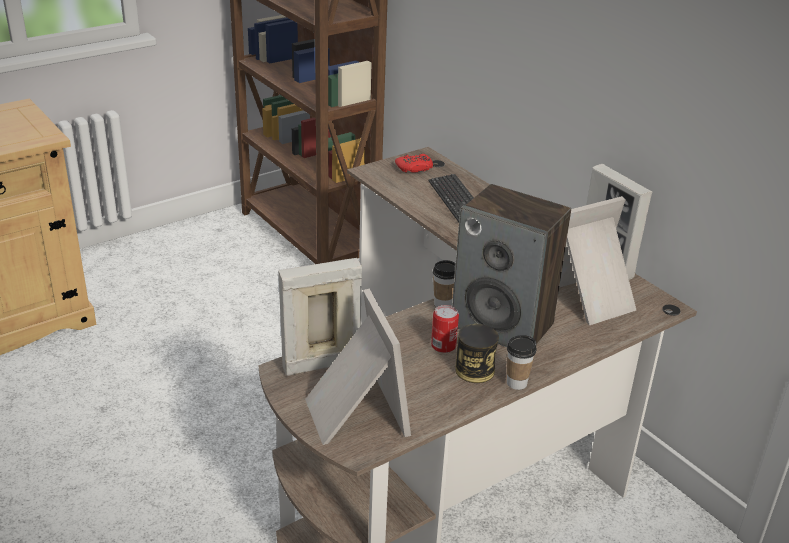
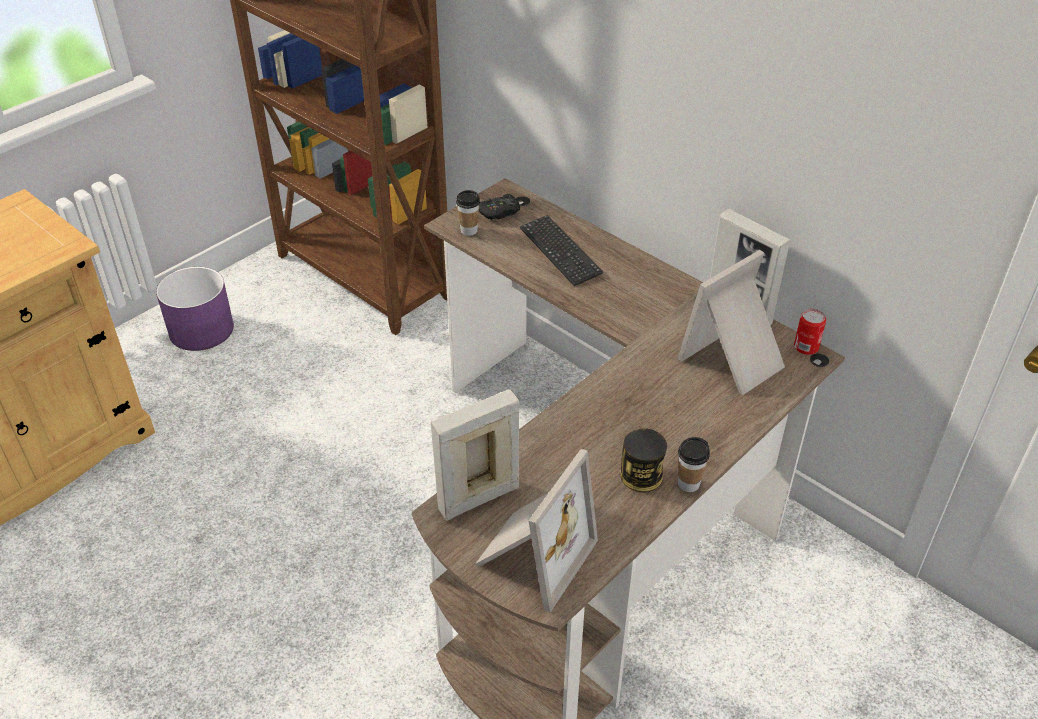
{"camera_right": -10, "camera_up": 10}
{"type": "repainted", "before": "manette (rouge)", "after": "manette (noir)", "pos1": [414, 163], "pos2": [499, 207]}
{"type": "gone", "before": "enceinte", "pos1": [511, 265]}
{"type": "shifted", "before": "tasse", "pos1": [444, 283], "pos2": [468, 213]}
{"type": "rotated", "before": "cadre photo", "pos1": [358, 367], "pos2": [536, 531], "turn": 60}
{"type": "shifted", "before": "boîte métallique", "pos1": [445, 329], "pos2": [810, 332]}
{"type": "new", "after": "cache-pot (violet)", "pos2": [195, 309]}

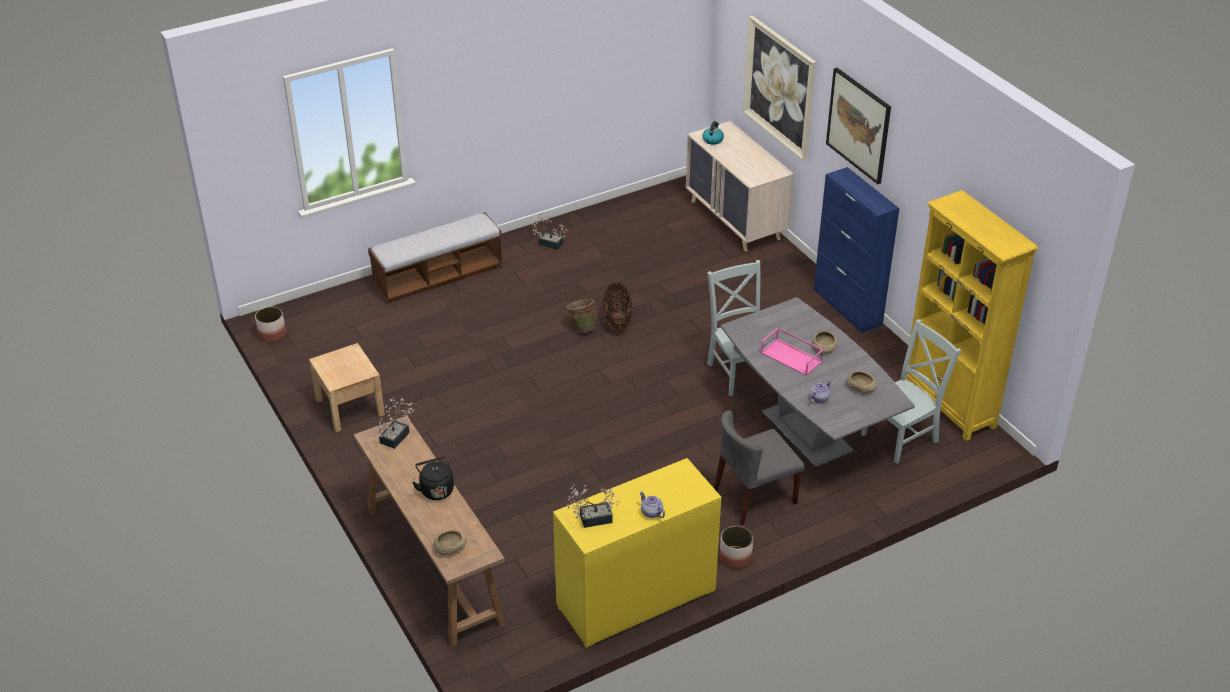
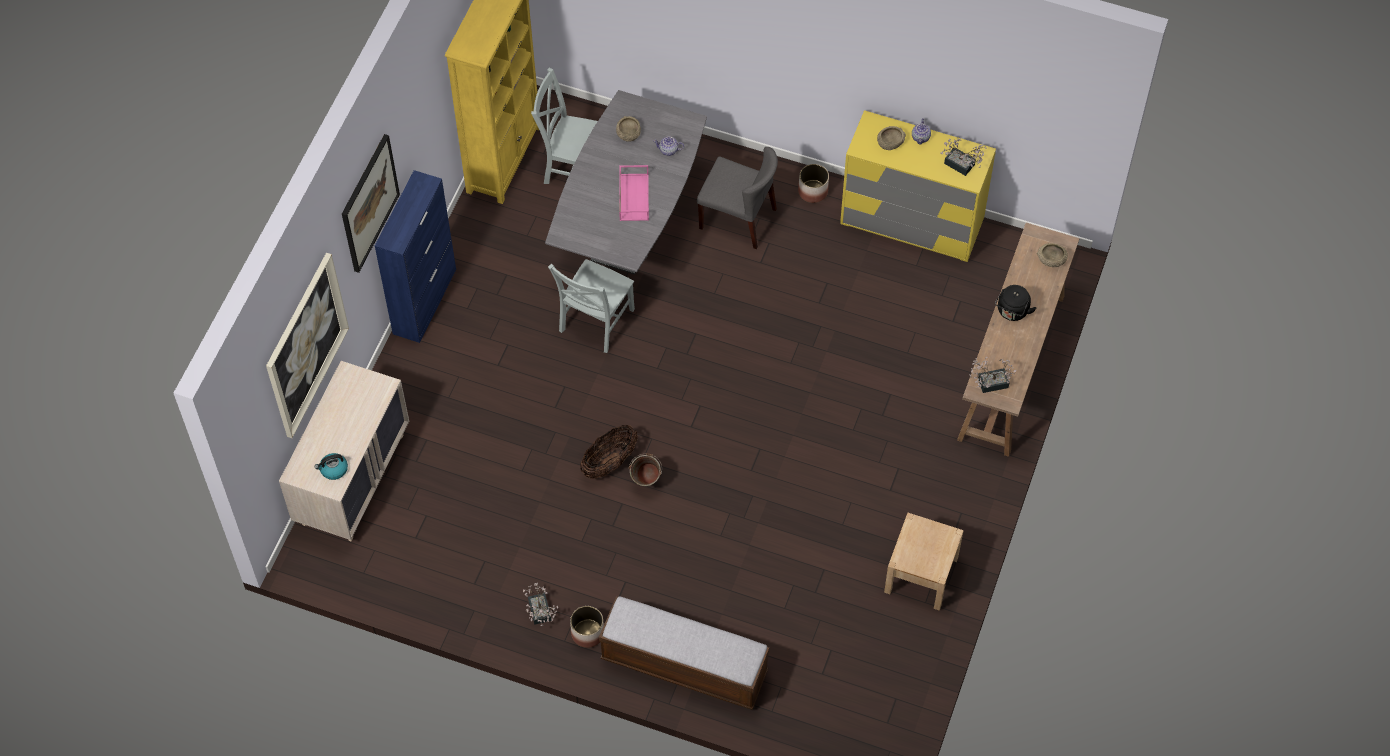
{"camera_right": -130, "camera_up": 20}
{"type": "shifted", "before": "cache-pot", "pos1": [270, 324], "pos2": [587, 627]}
{"type": "shifted", "before": "bol (beige)", "pos1": [825, 342], "pos2": [891, 138]}

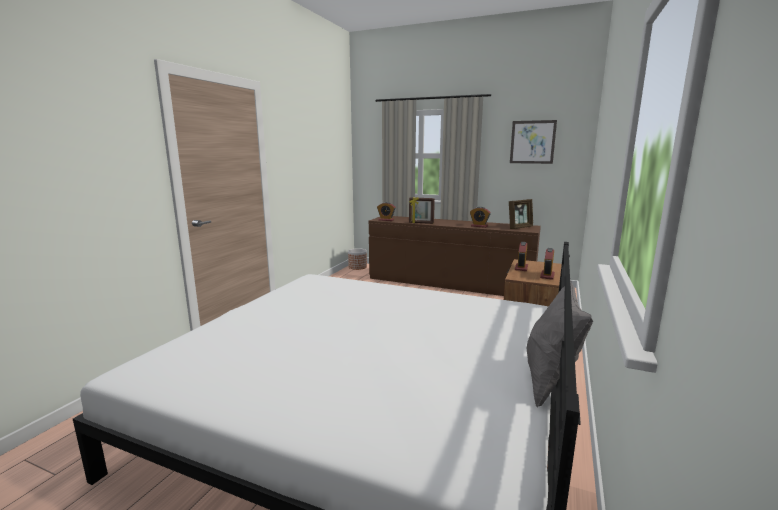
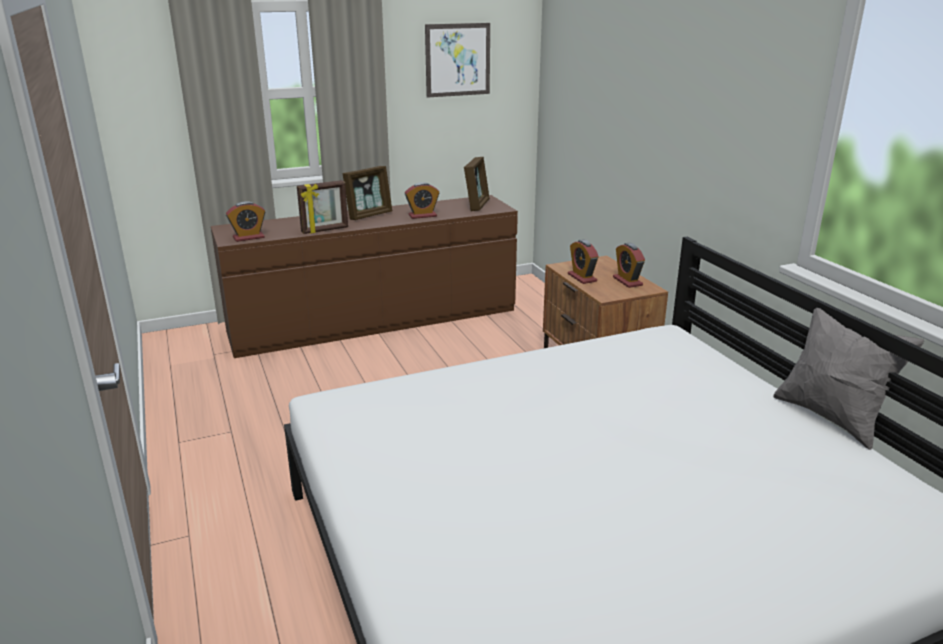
{"camera_right": -45, "camera_up": 10}
{"type": "gone", "before": "cache-pot", "pos1": [357, 259]}
{"type": "new", "after": "cadre photo", "pos2": [367, 193]}

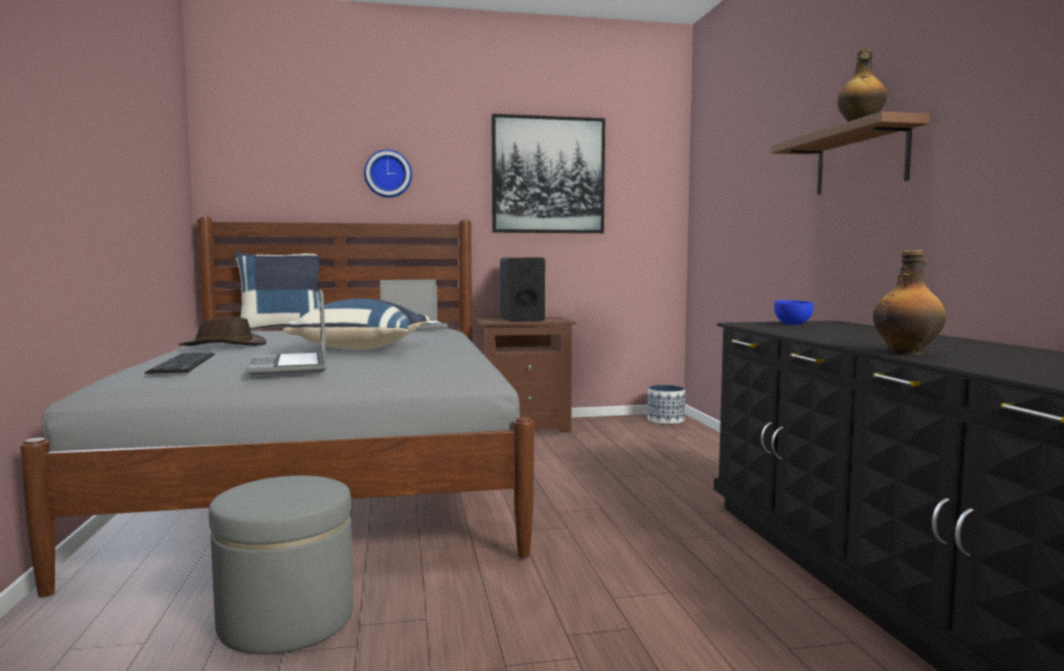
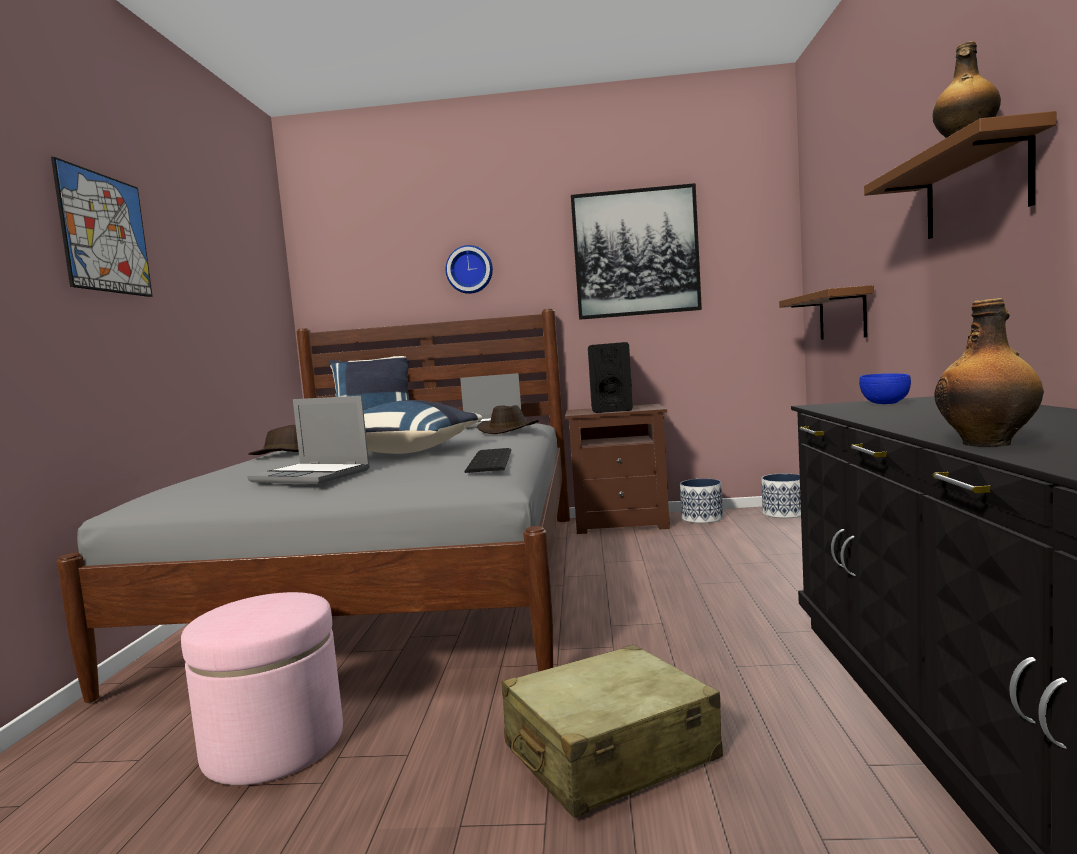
{"camera_right": 15, "camera_up": 0}
{"type": "rotated", "before": "ordinateur portable", "pos1": [287, 332], "pos2": [308, 440], "turn": -60}
{"type": "shifted", "before": "clavier", "pos1": [180, 363], "pos2": [487, 460]}
{"type": "repainted", "before": "pouf (gris)", "after": "pouf (rose)", "pos1": [281, 564], "pos2": [262, 688]}
{"type": "new", "after": "tableau", "pos2": [102, 227]}
{"type": "new", "after": "étagère (marron)", "pos2": [826, 312]}
{"type": "new", "after": "chapeau (marron)", "pos2": [508, 419]}
{"type": "new", "after": "cache-pot", "pos2": [701, 501]}
{"type": "new", "after": "valise (beige)", "pos2": [612, 731]}

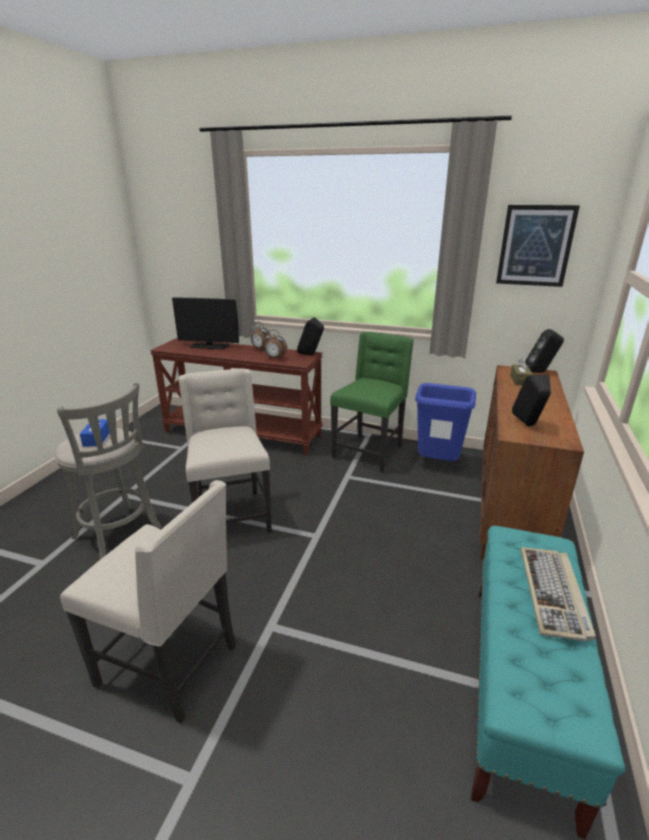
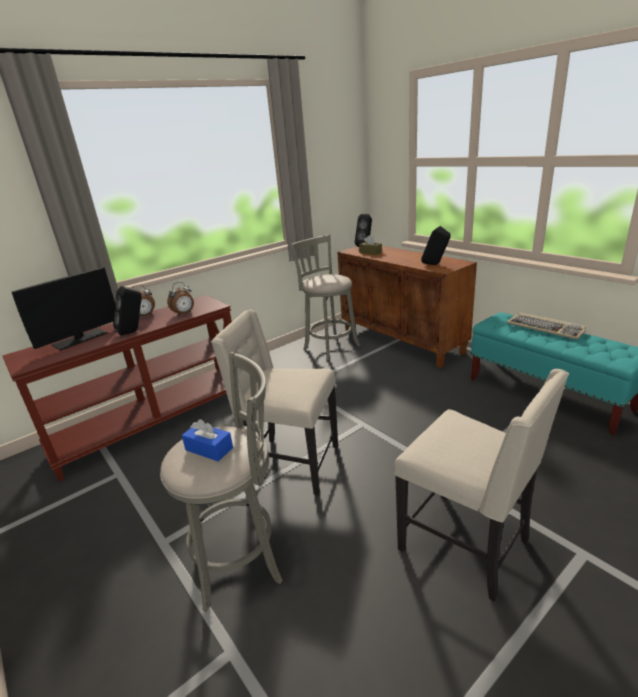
{"camera_right": -55, "camera_up": 0}
{"type": "gone", "before": "tableau", "pos1": [538, 246]}
{"type": "shifted", "before": "enceinte (noir)", "pos1": [310, 336], "pos2": [127, 310]}
{"type": "gone", "before": "chaise (vert)", "pos1": [372, 402]}
{"type": "swapped", "before": "poubelle (bleu)", "after": "tabouret (gris)", "pos1": [445, 422], "pos2": [325, 297]}
{"type": "rotated", "before": "chaise (beige)", "pos1": [148, 602], "pos2": [481, 485], "turn": 75}

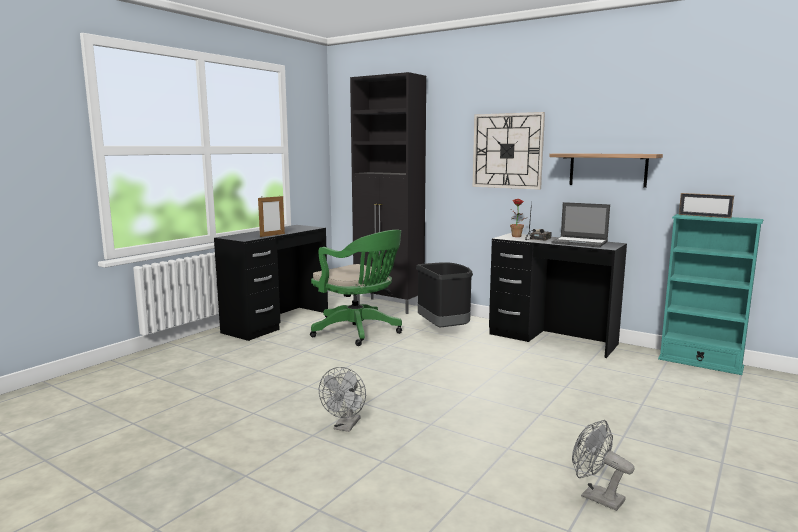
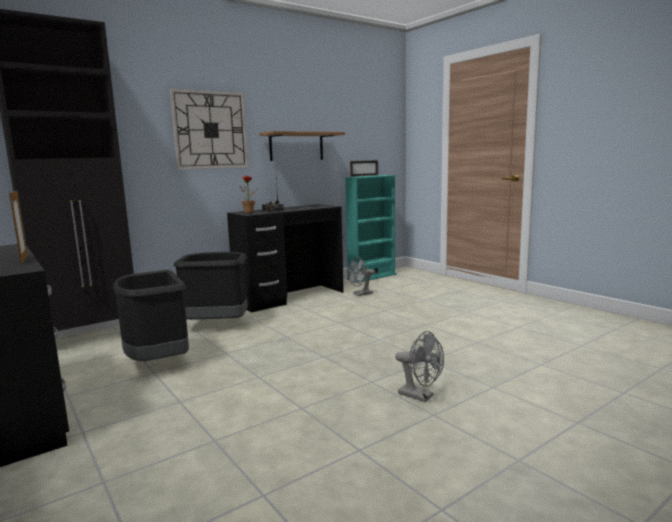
{"camera_right": -70, "camera_up": 0}
{"type": "gone", "before": "ordinateur portable", "pos1": [580, 225]}
{"type": "swapped", "before": "chaise de bureau (vert)", "after": "poubelle (noir)", "pos1": [356, 288], "pos2": [151, 315]}
{"type": "shifted", "before": "ventilateur (gris)", "pos1": [603, 465], "pos2": [360, 276]}

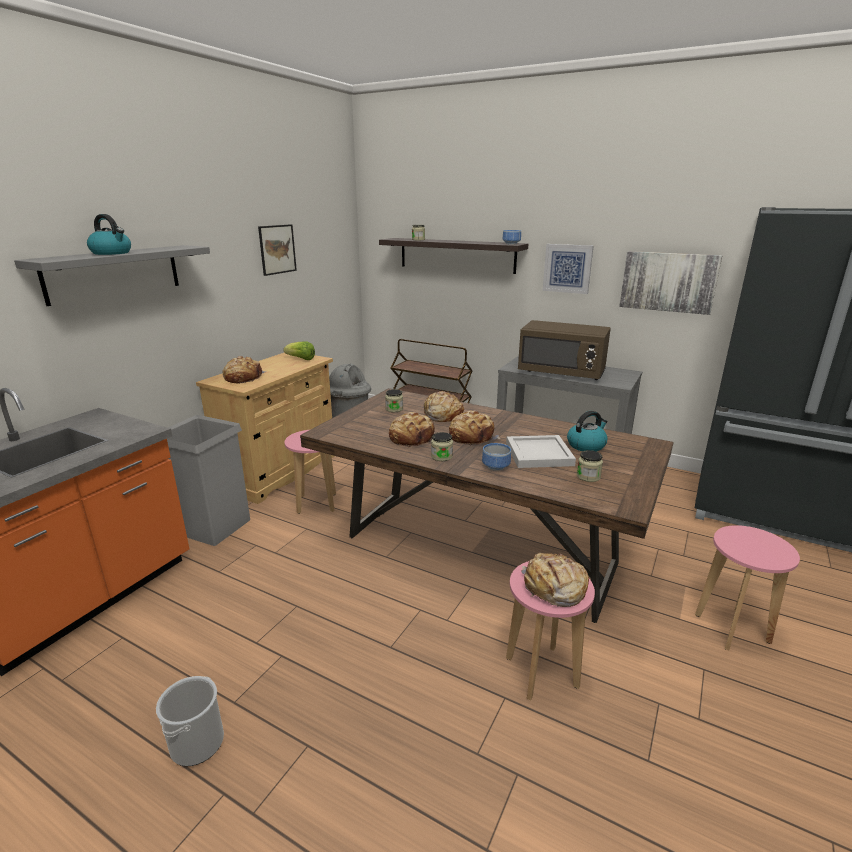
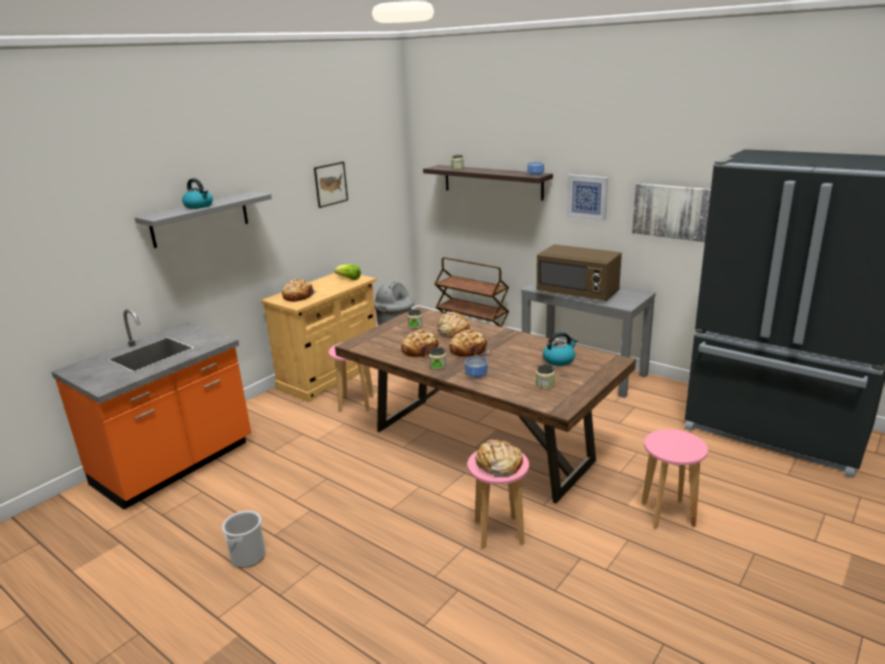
{"camera_right": 10, "camera_up": 0}
{"type": "gone", "before": "poubelle (gris)", "pos1": [208, 480]}
{"type": "gone", "before": "plateau (blanc)", "pos1": [541, 451]}

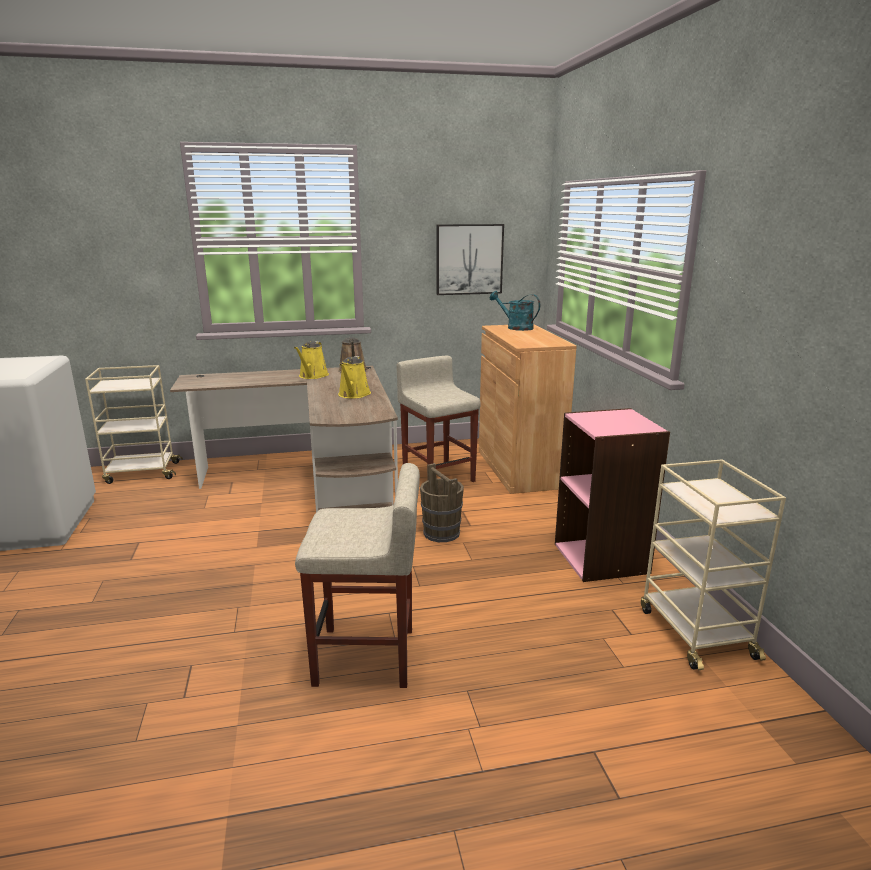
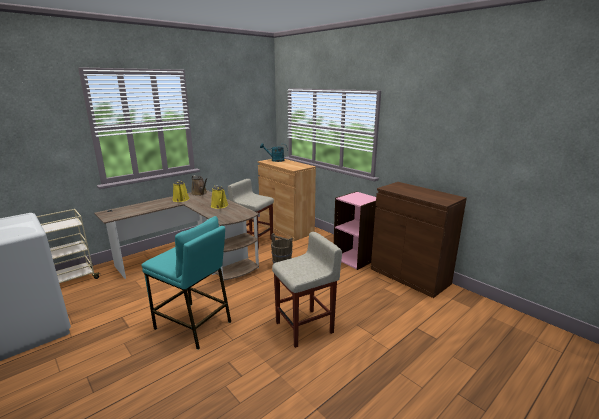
{"camera_right": -30, "camera_up": 0}
{"type": "gone", "before": "tableau", "pos1": [470, 259]}
{"type": "swapped", "before": "chariot (beige)", "after": "meuble de rangement (marron)", "pos1": [713, 564], "pos2": [419, 240]}
{"type": "new", "after": "tabouret (turquoise)", "pos2": [186, 283]}

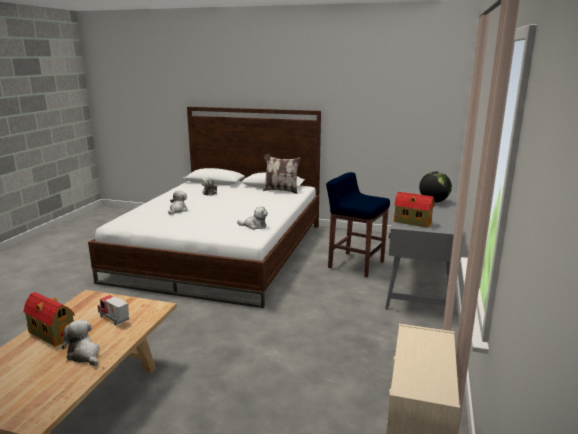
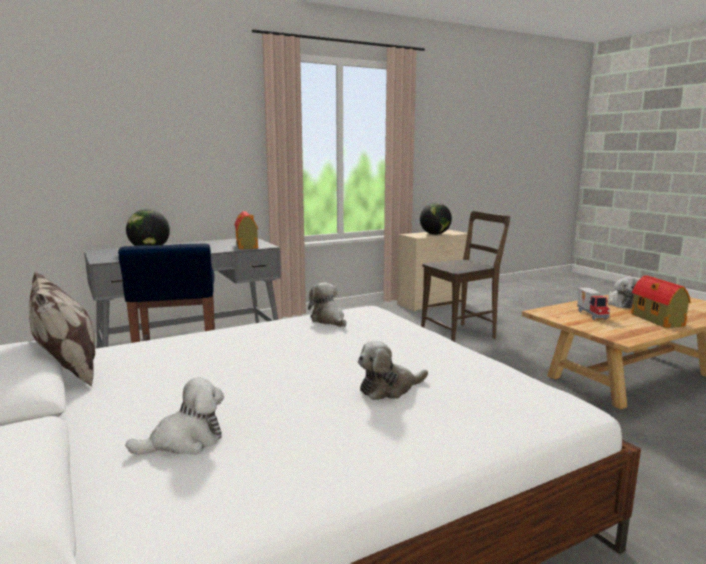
{"camera_right": -135, "camera_up": -5}
{"type": "new", "after": "globe", "pos2": [436, 219]}
{"type": "new", "after": "chaise (marron)", "pos2": [465, 276]}

